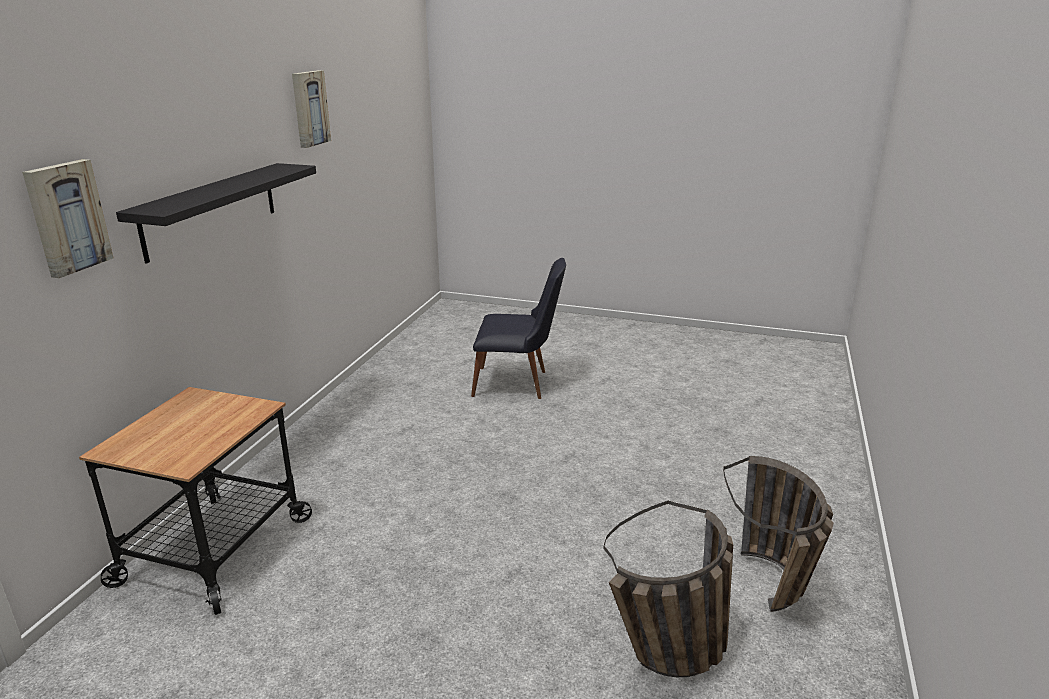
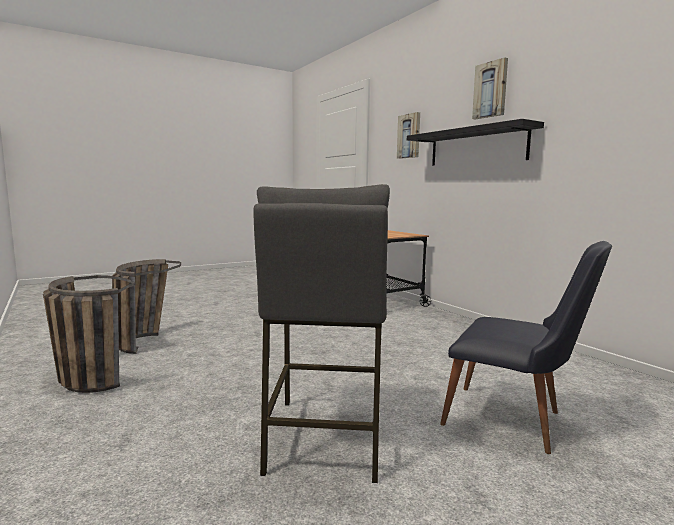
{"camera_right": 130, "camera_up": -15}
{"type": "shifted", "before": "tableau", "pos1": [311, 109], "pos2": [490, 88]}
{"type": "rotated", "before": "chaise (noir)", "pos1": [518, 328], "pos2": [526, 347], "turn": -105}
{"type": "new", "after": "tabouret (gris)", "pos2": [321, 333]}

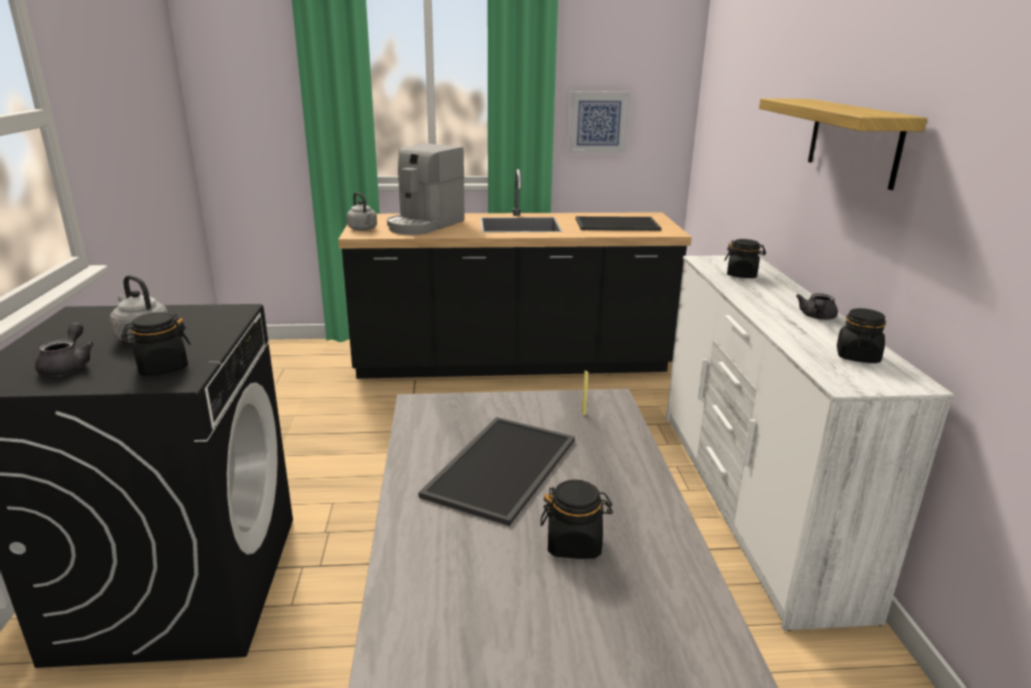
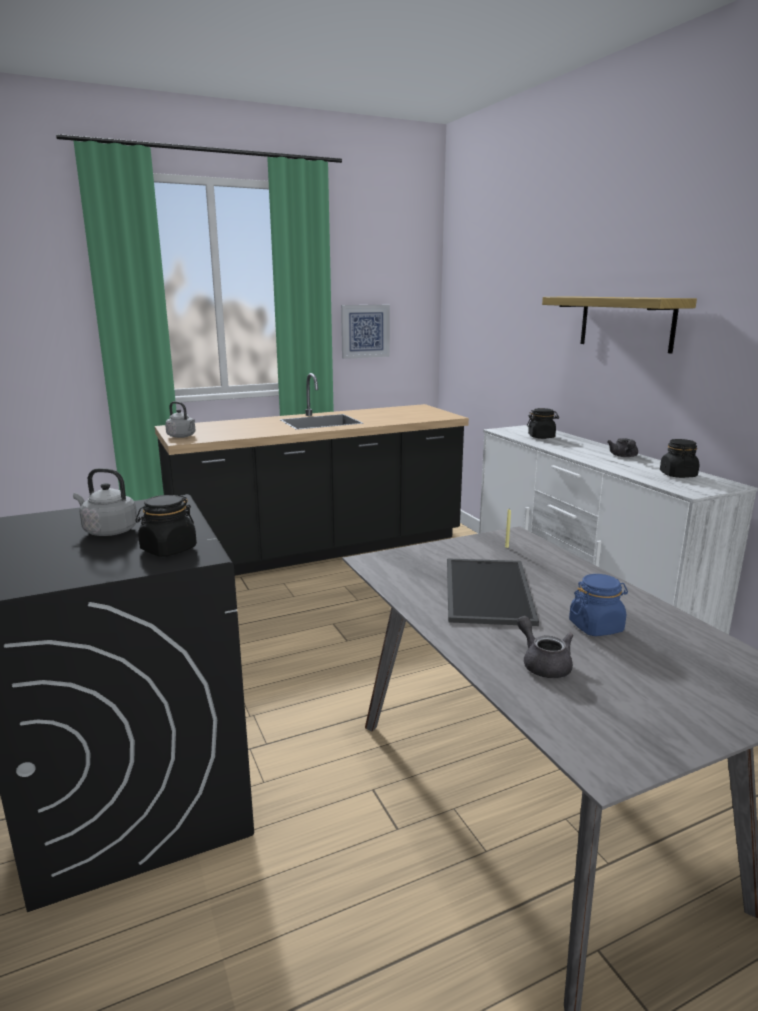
{"camera_right": -20, "camera_up": -5}
{"type": "gone", "before": "machine à café", "pos1": [426, 189]}
{"type": "gone", "before": "plateau", "pos1": [618, 223]}
{"type": "shifted", "before": "théière (gris)", "pos1": [64, 349], "pos2": [545, 647]}
{"type": "repainted", "before": "bocal (noir)", "after": "bocal (bleu)", "pos1": [576, 519], "pos2": [598, 605]}

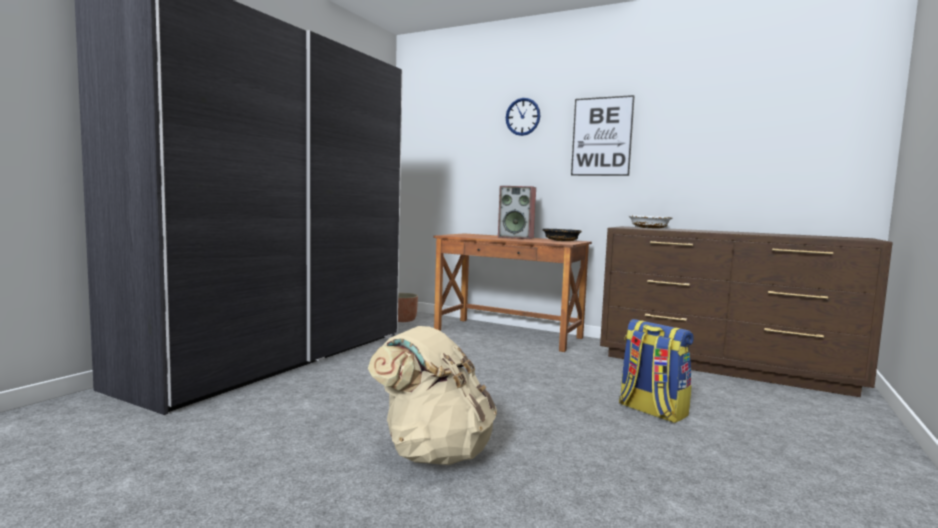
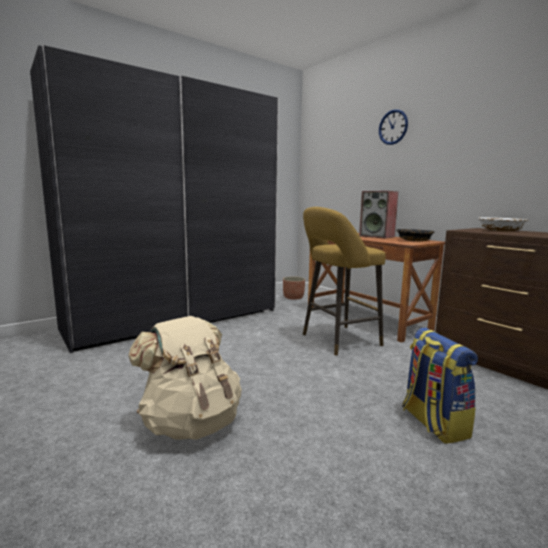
{"camera_right": 25, "camera_up": 5}
{"type": "gone", "before": "tableau", "pos1": [603, 135]}
{"type": "new", "after": "tabouret (jaune)", "pos2": [344, 281]}

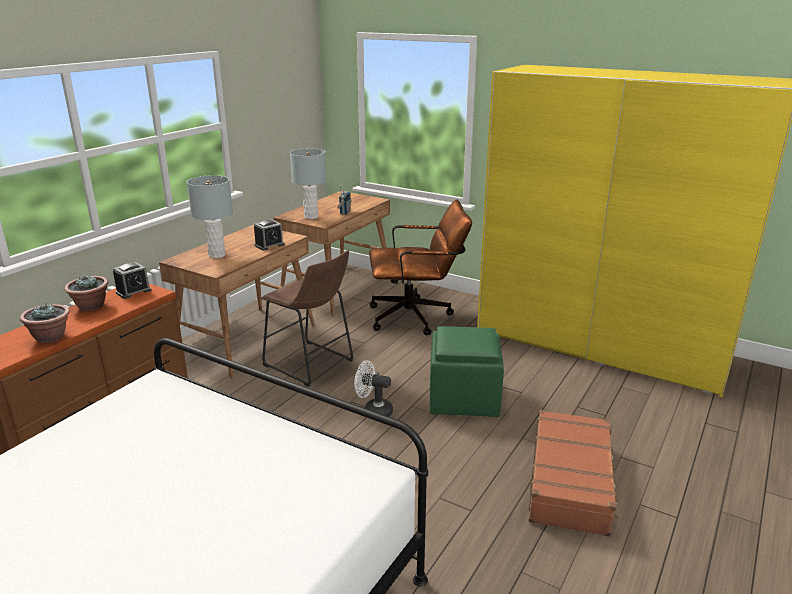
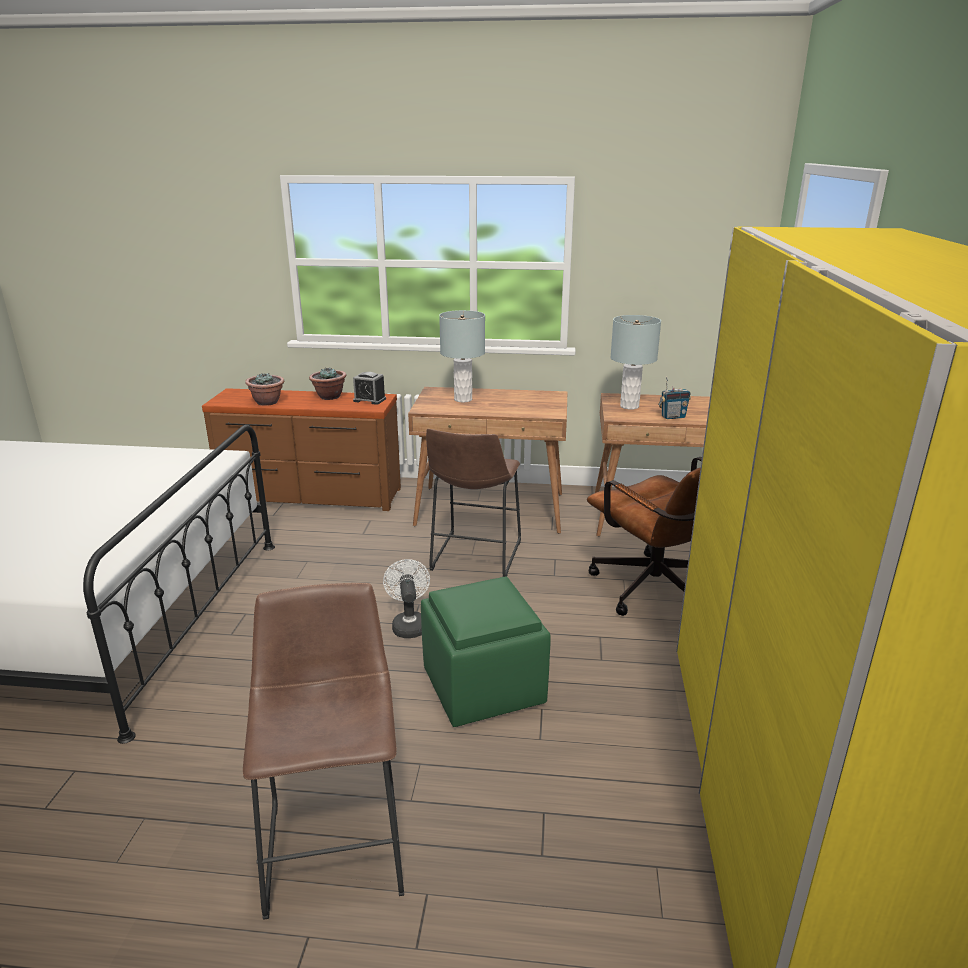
{"camera_right": 65, "camera_up": 0}
{"type": "gone", "before": "réveil", "pos1": [269, 235]}
{"type": "swapped", "before": "valise (marron)", "after": "tabouret (marron)", "pos1": [574, 473], "pos2": [323, 751]}

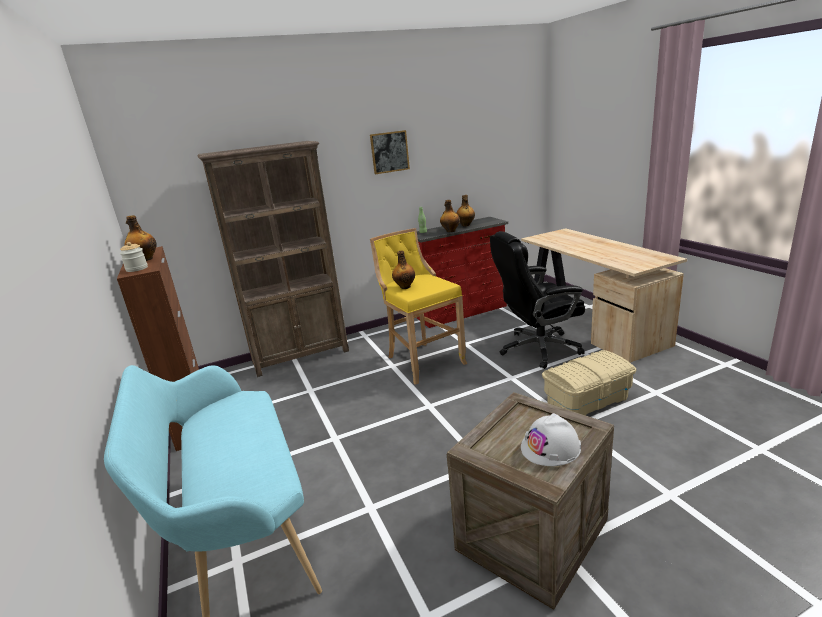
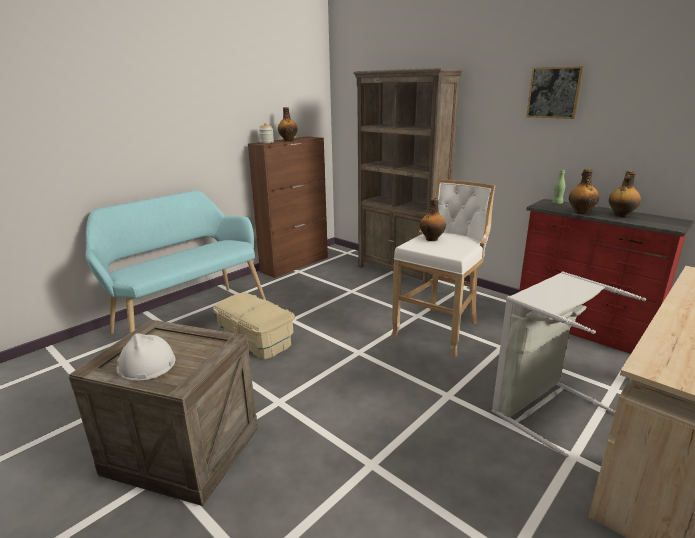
{"camera_right": 65, "camera_up": 0}
{"type": "repainted", "before": "tabouret (jaune)", "after": "tabouret (blanc)", "pos1": [418, 306], "pos2": [443, 268]}
{"type": "swapped", "before": "chaise de bureau (noir)", "after": "panier à linge (gris)", "pos1": [537, 300], "pos2": [569, 364]}
{"type": "shifted", "before": "boîte de rangement (beige)", "pos1": [589, 382], "pos2": [254, 326]}

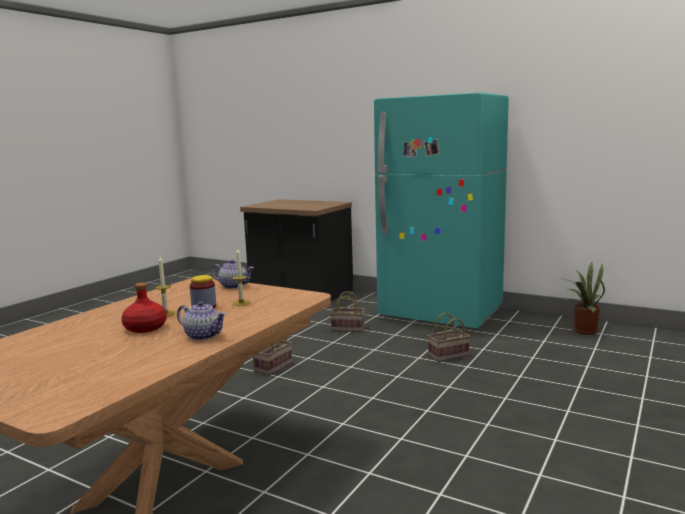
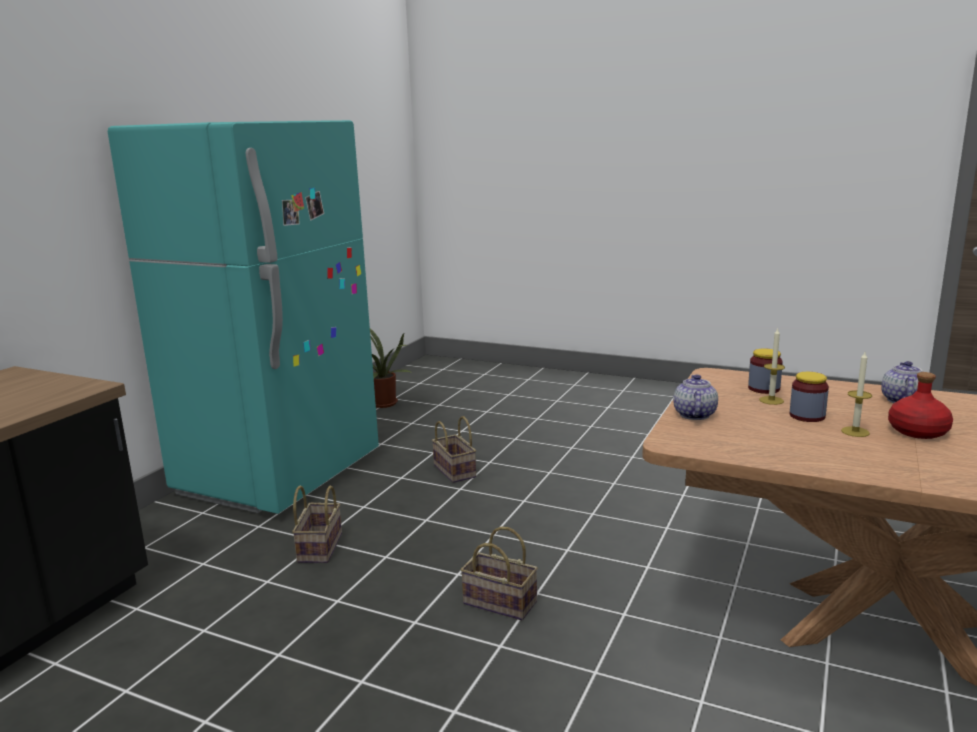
{"camera_right": -95, "camera_up": 5}
{"type": "new", "after": "bocal", "pos2": [765, 371]}

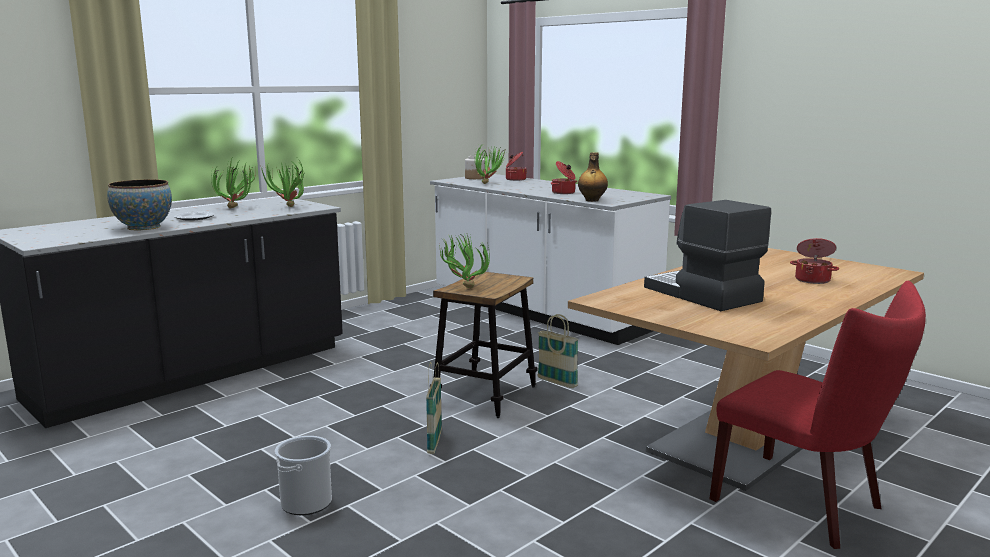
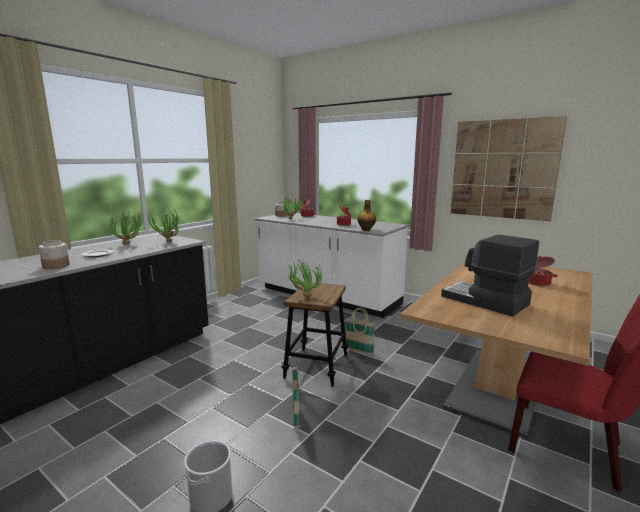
{"camera_right": -10, "camera_up": 0}
{"type": "swapped", "before": "bol", "after": "bocal", "pos1": [139, 204], "pos2": [54, 254]}
{"type": "new", "after": "tableau", "pos2": [508, 168]}

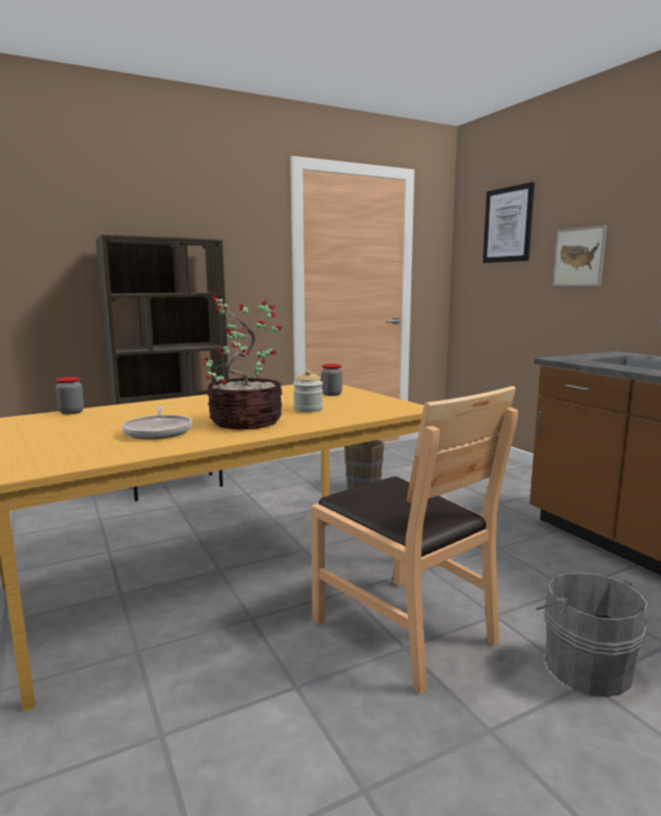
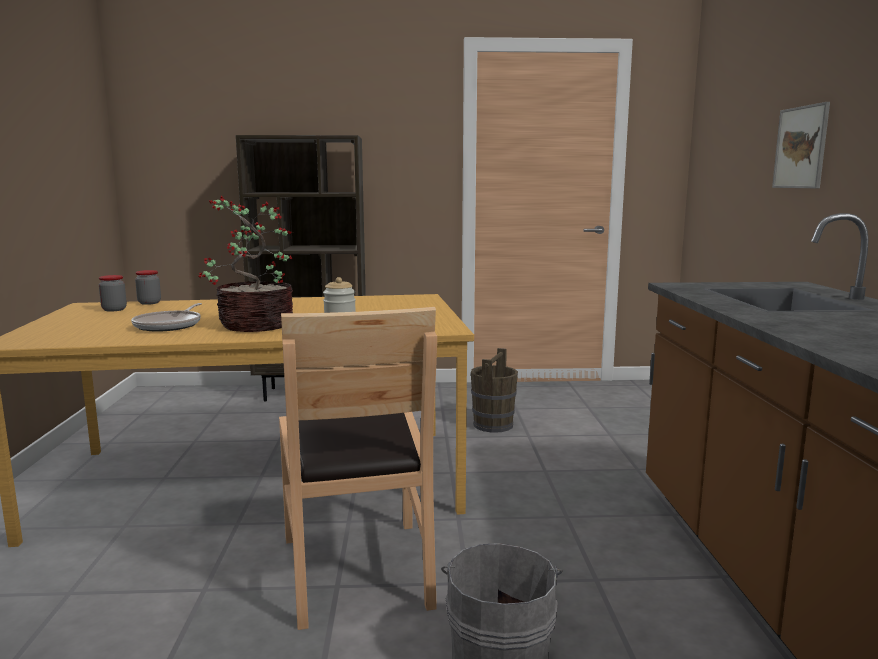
{"camera_right": 25, "camera_up": 0}
{"type": "gone", "before": "tableau", "pos1": [509, 222]}
{"type": "shifted", "before": "bocal", "pos1": [331, 380], "pos2": [113, 293]}

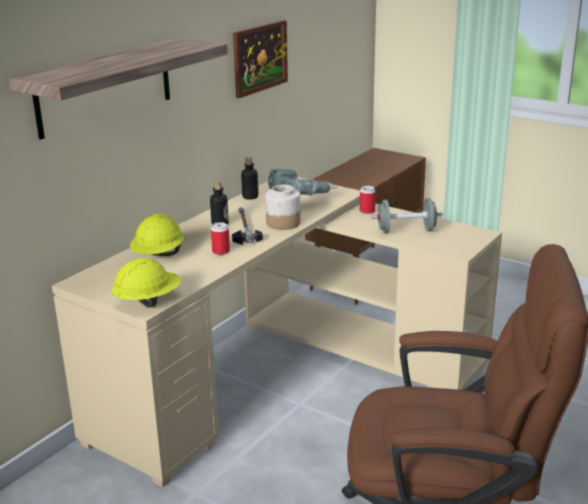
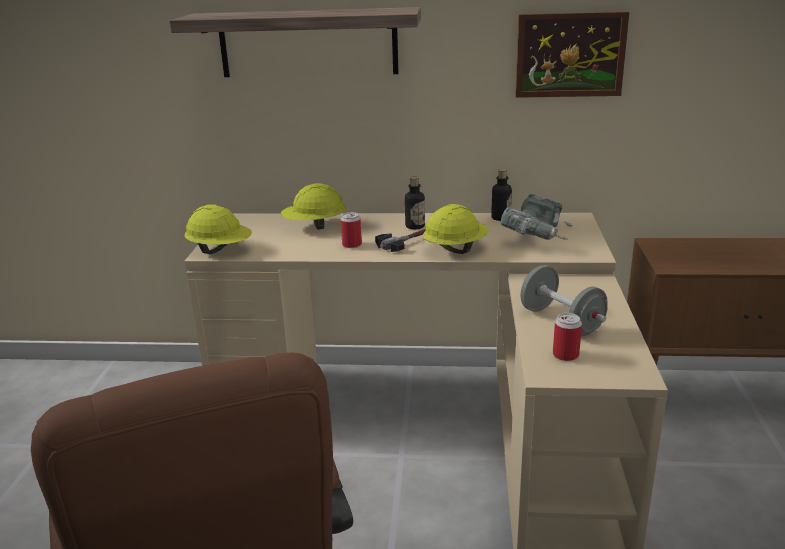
{"camera_right": 60, "camera_up": 0}
{"type": "swapped", "before": "bocal", "after": "casque de chantier (jaune)", "pos1": [283, 207], "pos2": [456, 229]}
{"type": "shifted", "before": "boîte métallique", "pos1": [368, 200], "pos2": [567, 337]}

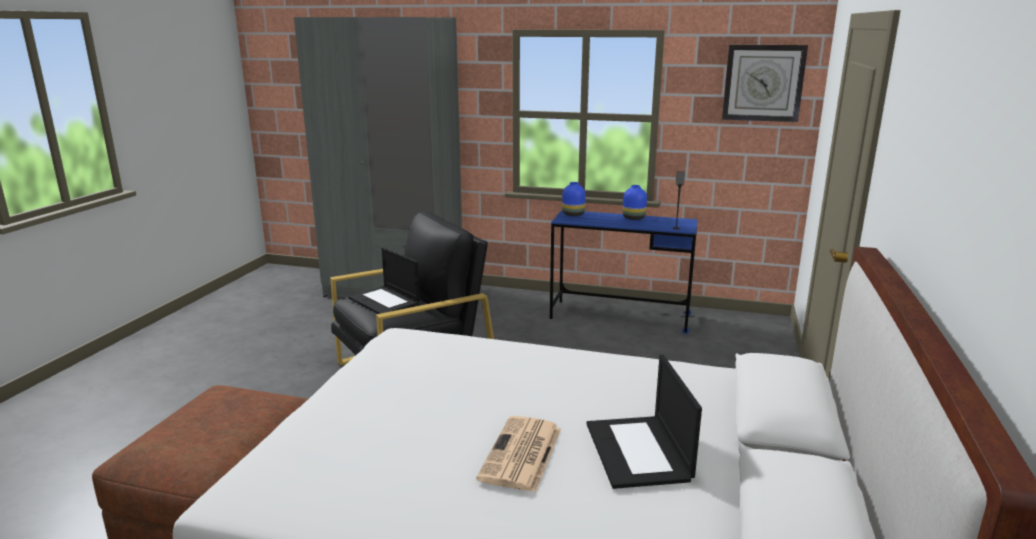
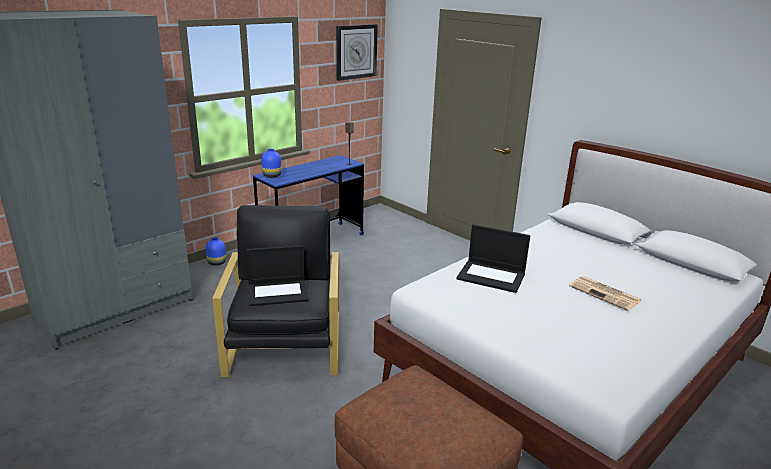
{"camera_right": -60, "camera_up": 5}
{"type": "shifted", "before": "vase (bleu)", "pos1": [635, 202], "pos2": [216, 251]}
{"type": "shifted", "before": "ordinateur portable", "pos1": [644, 422], "pos2": [493, 258]}

